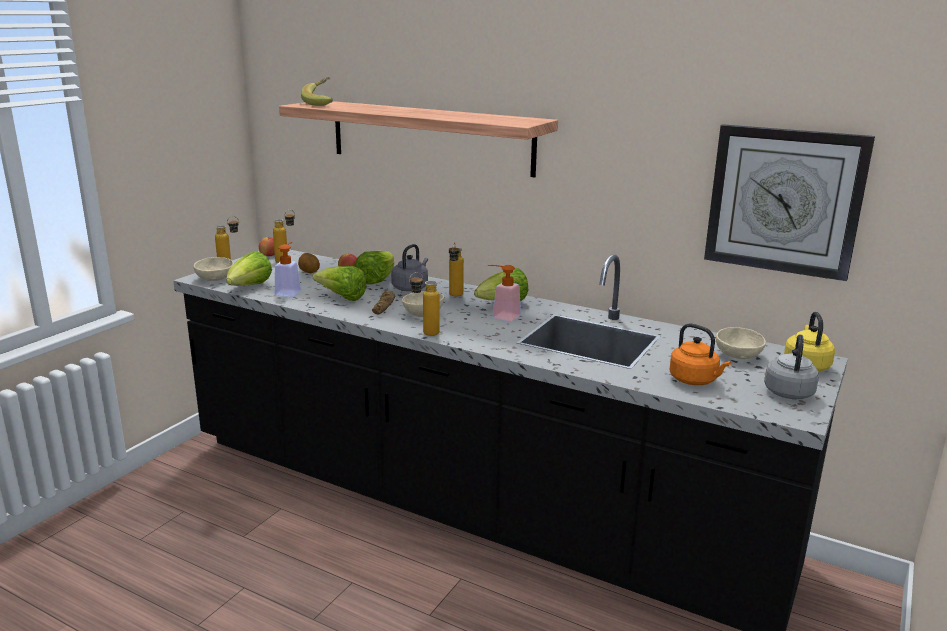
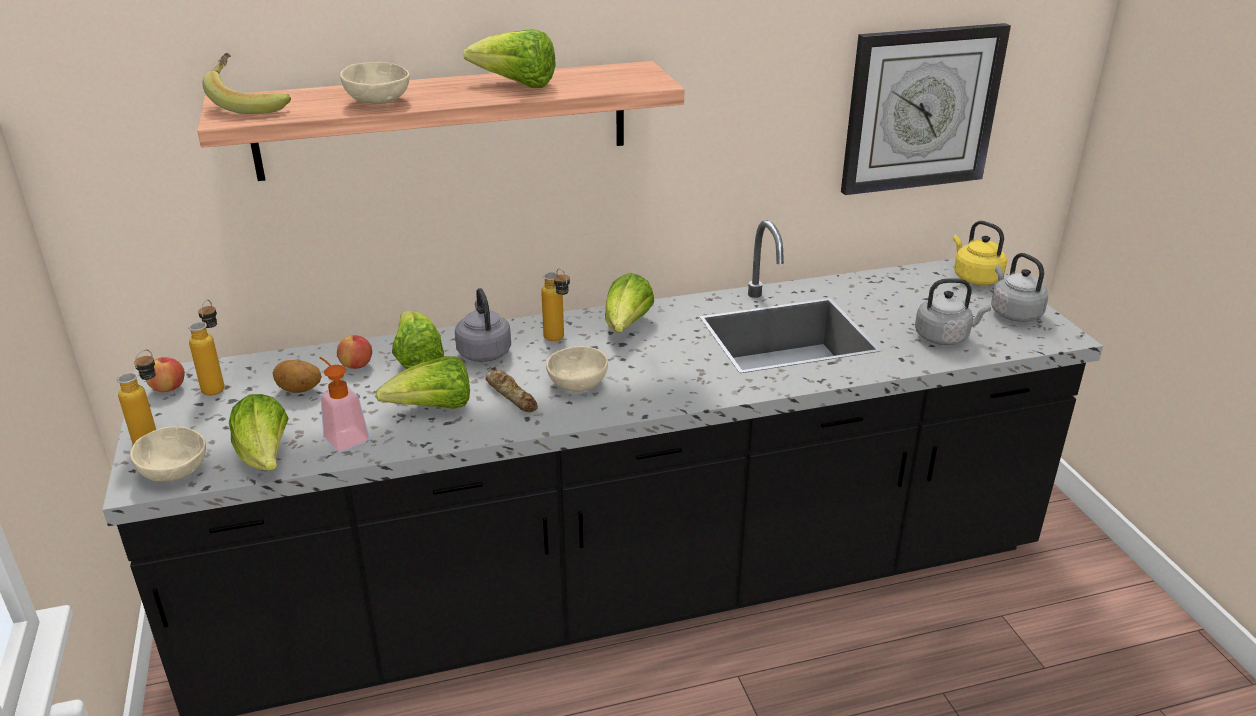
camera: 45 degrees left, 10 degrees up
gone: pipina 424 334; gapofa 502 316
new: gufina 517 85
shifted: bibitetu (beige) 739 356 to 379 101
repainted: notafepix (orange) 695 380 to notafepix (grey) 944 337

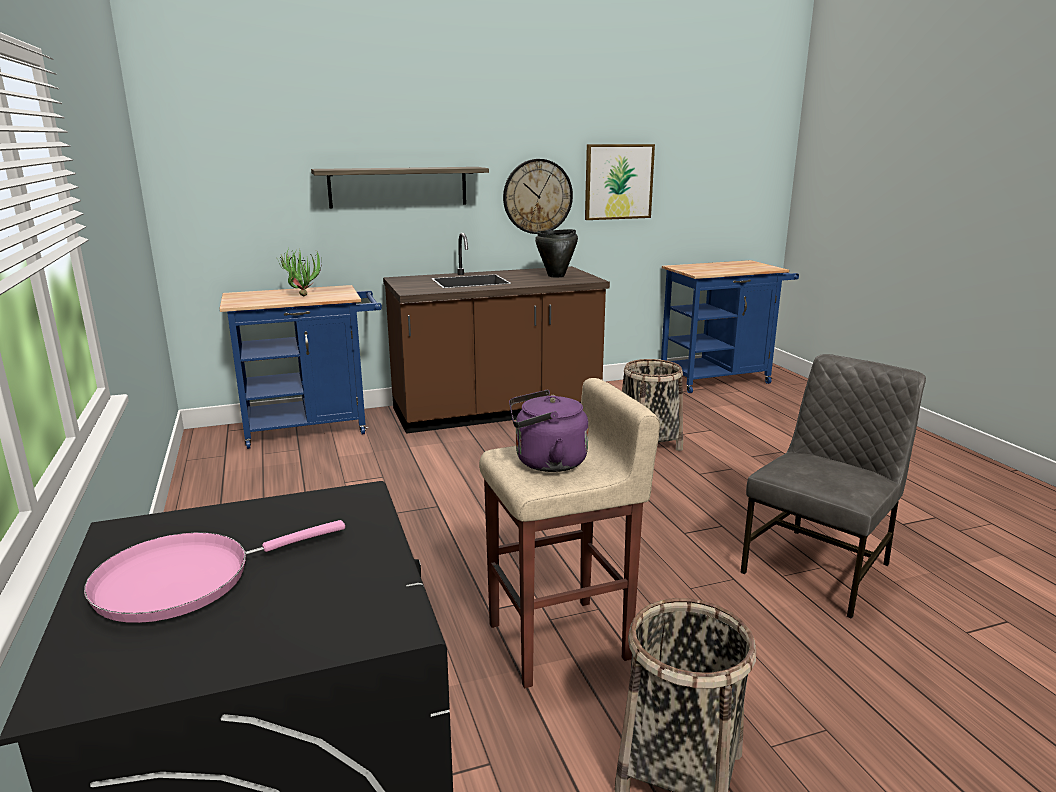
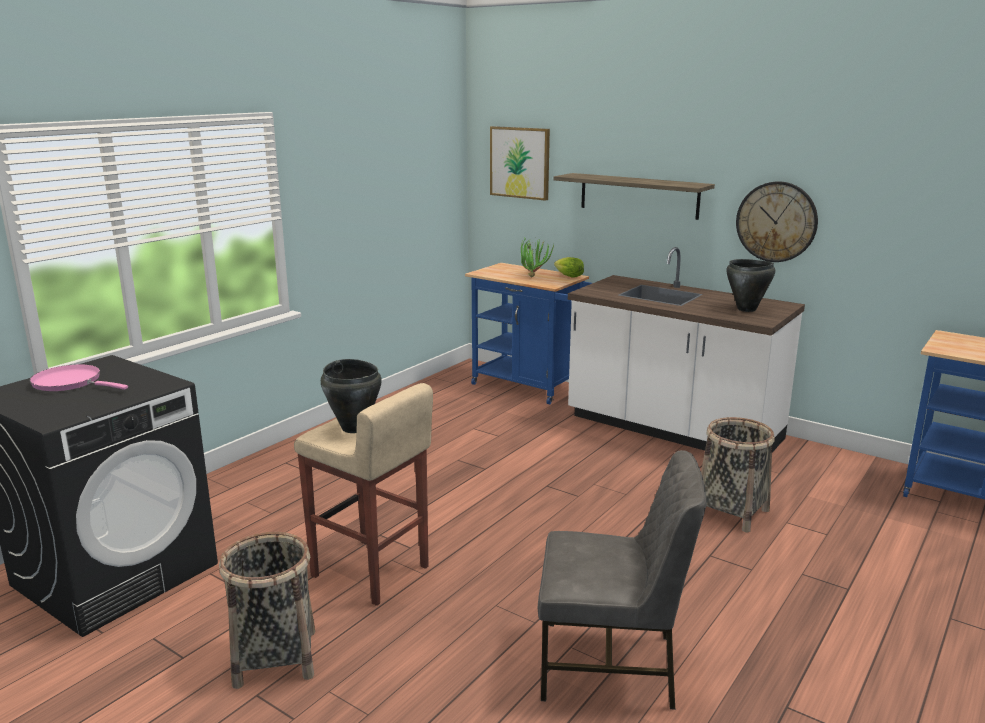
camera: 55 degrees right, 0 degrees up
new: gufina 569 276
shifted: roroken 618 182 to 520 162
swapped: notafepix (purple) 546 462 to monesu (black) 354 428
repainted: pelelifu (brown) 496 411 to pelelifu (white) 673 429

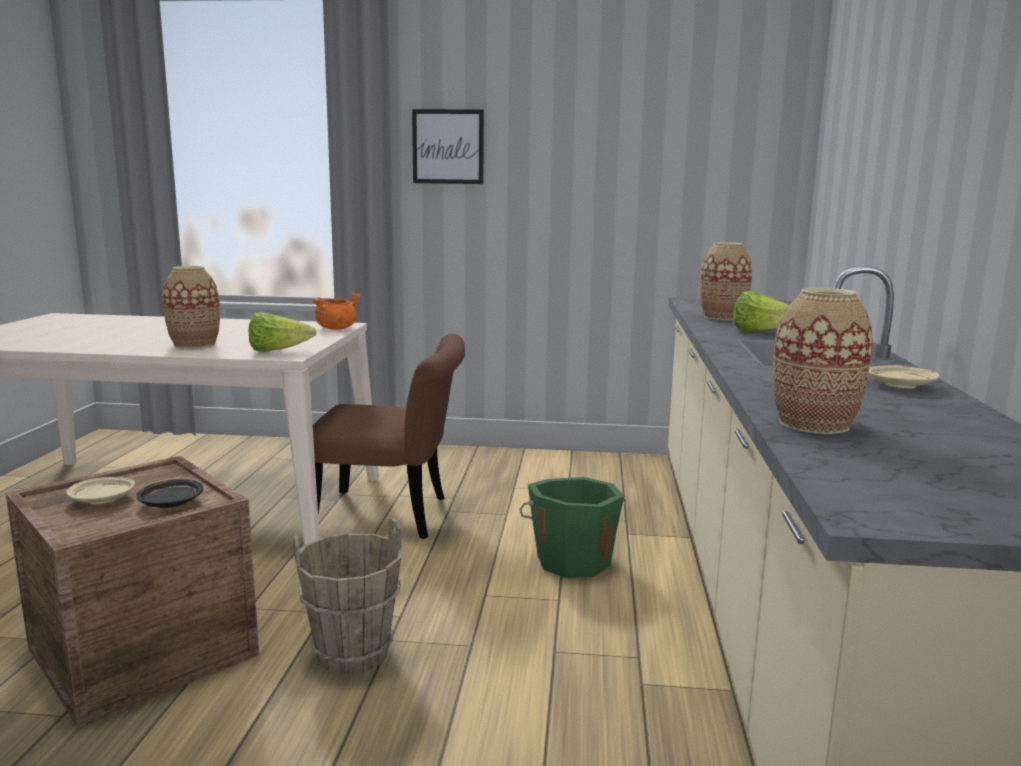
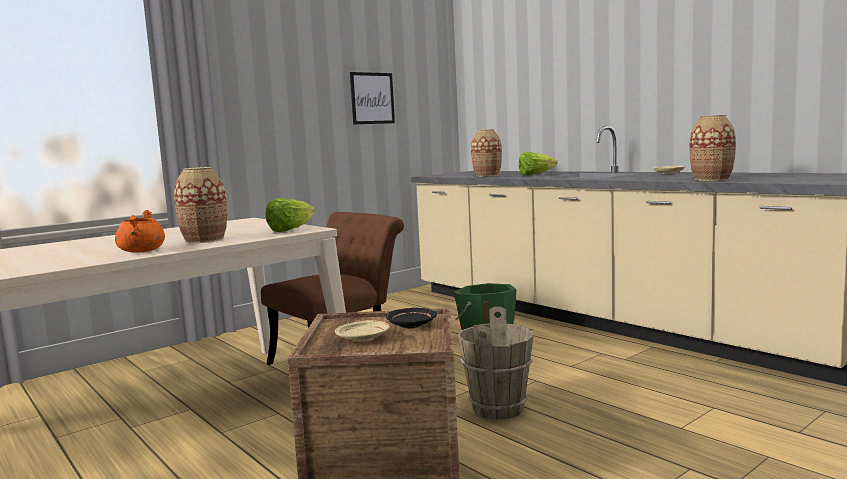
camera: 45 degrees left, 5 degrees down
shifted: monesu (orange) 336 328 to 141 251; roroken 448 147 to 372 98

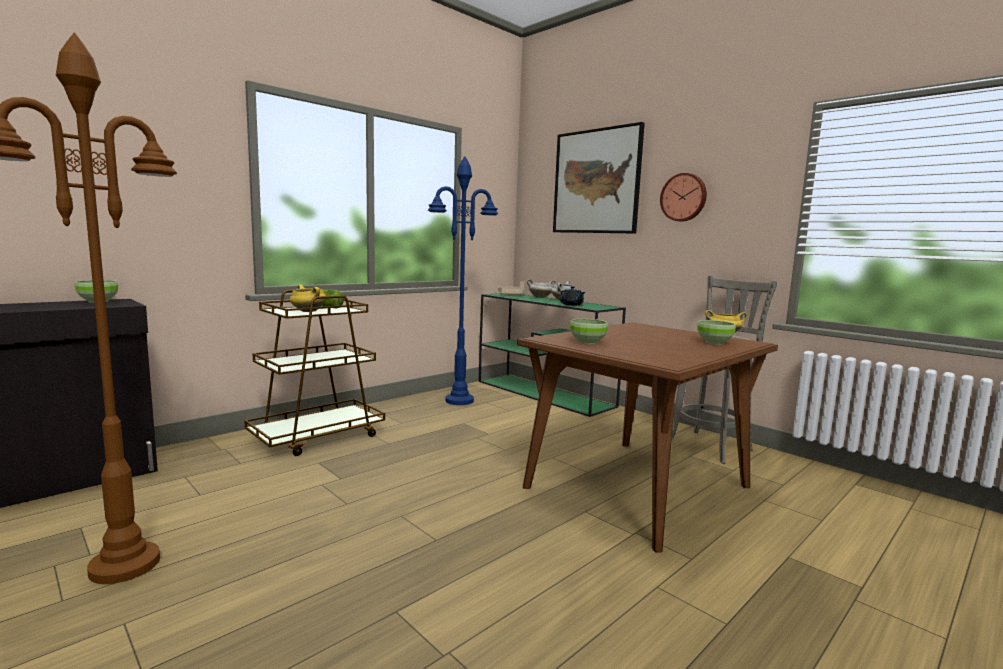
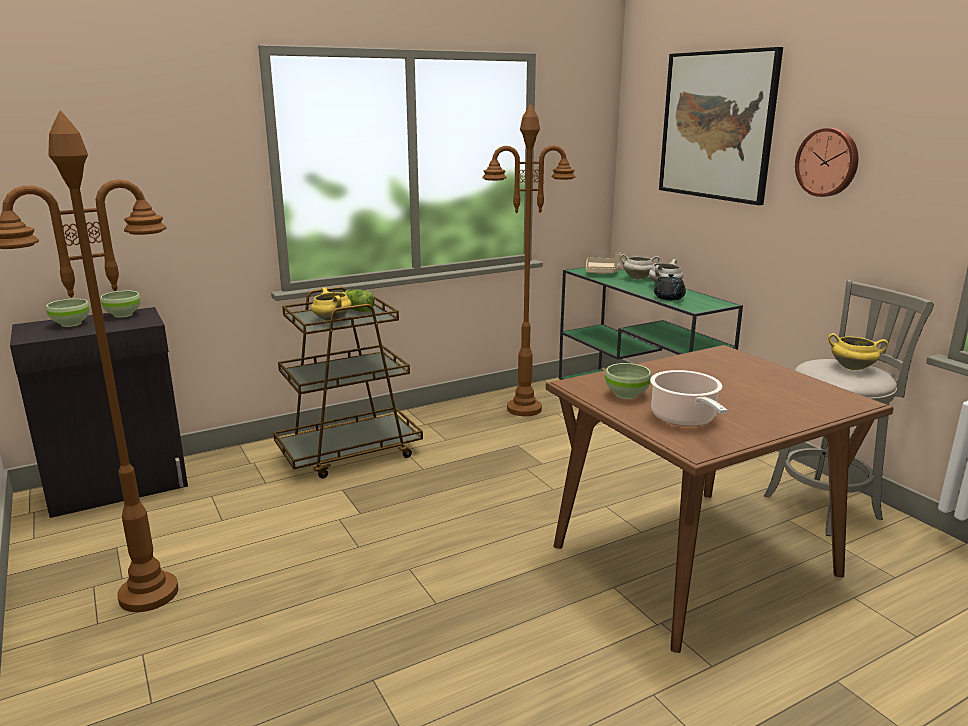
camera: 15 degrees right, 10 degrees up
new: monesu 684 419
shifted: bibitetu (green) 714 342 to 71 324
repainted: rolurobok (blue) 460 400 to rolurobok (brown) 524 409

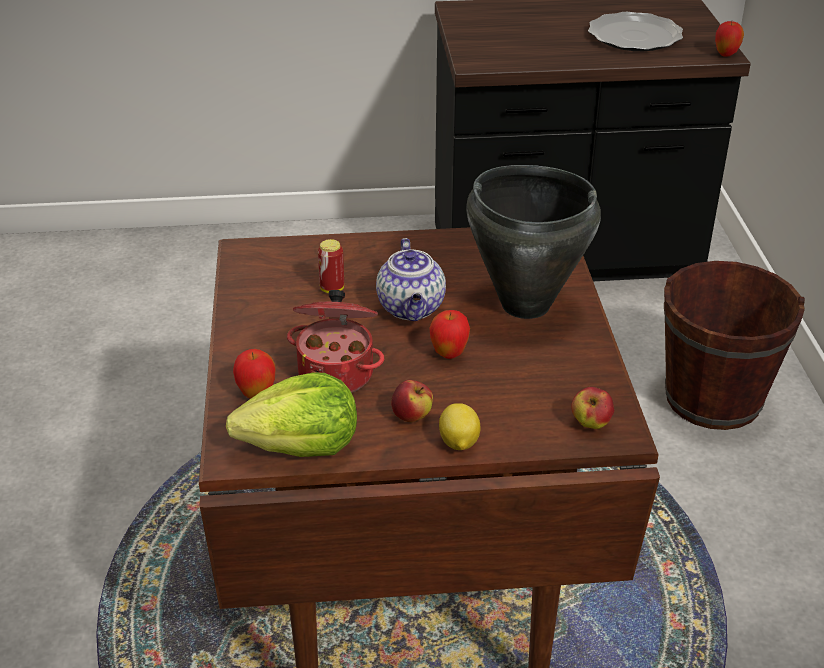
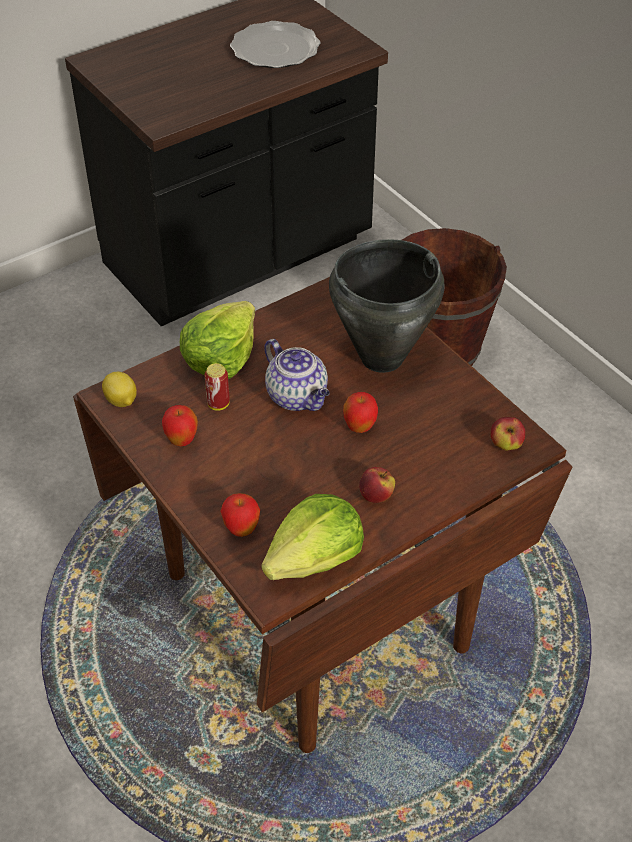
camera: 30 degrees left, 10 degrees up
gone: monesu 337 373
new: gufina 220 357
shifted: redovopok 458 443 to 121 401; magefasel 726 54 to 182 441

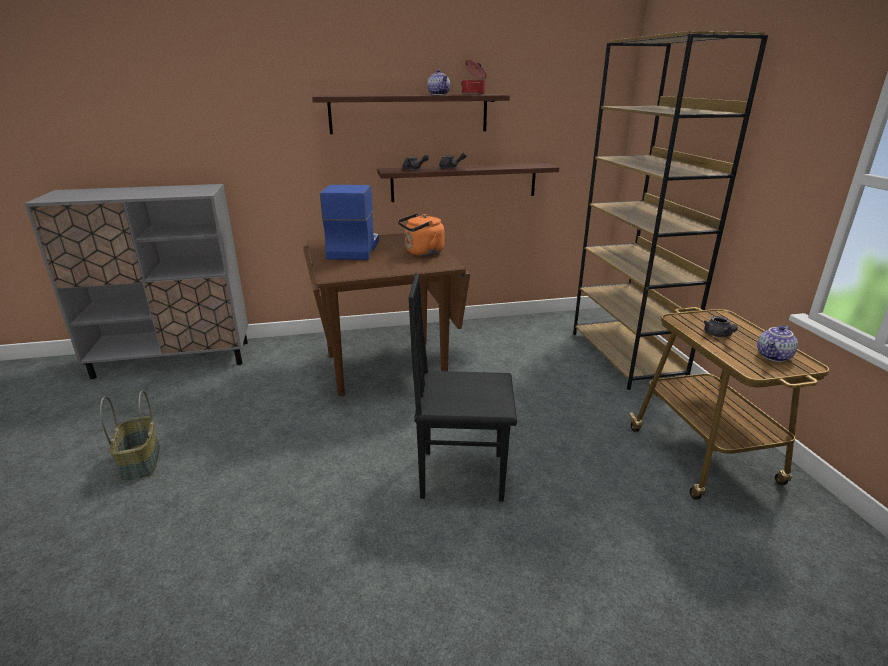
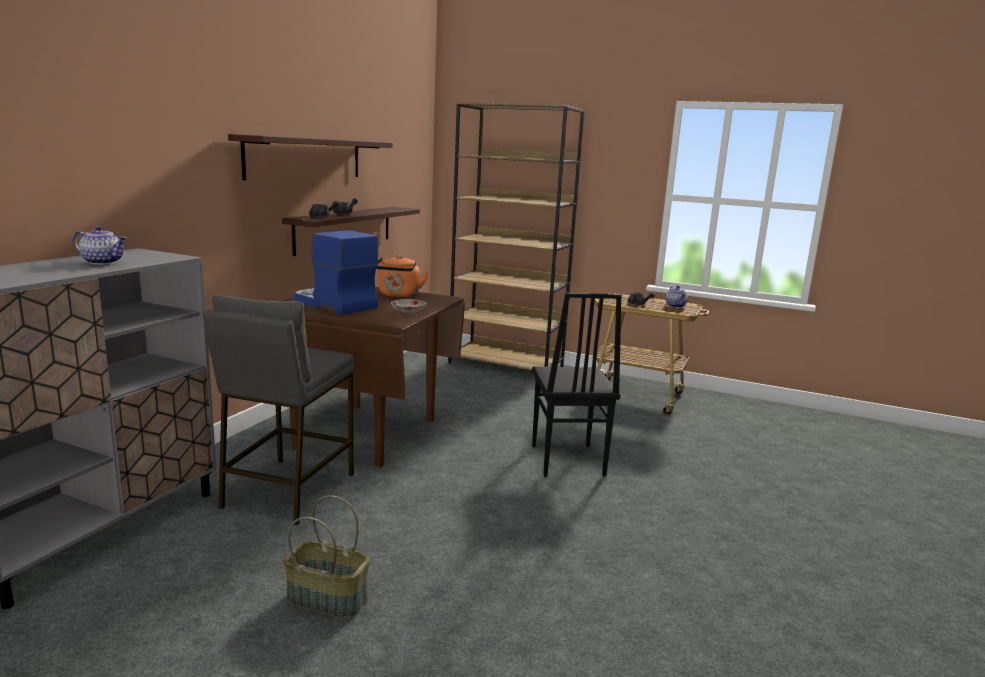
camera: 55 degrees left, 10 degrees down
gone: monesu 474 94
new: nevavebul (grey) 287 490; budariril 408 311
shifted: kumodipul 439 94 to 103 262
rotated: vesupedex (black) 461 474 = 566 460 45 degrees counterclockwise

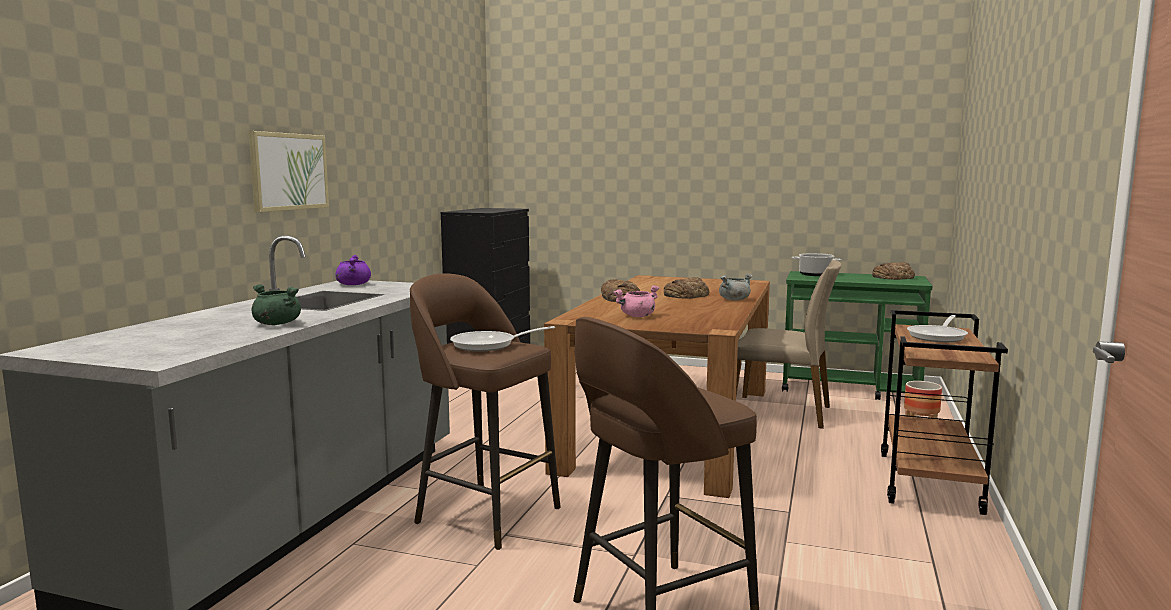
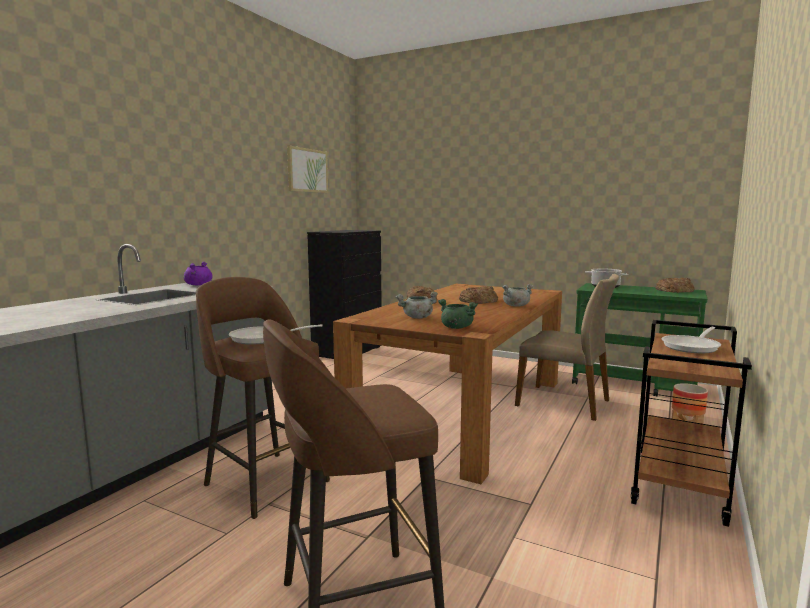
camera: 10 degrees right, 0 degrees up
shifted: roroken 289 171 to 307 170; monesu (green) 276 323 to 456 327
repainted: monesu (pink) 637 316 to monesu (grey) 417 317

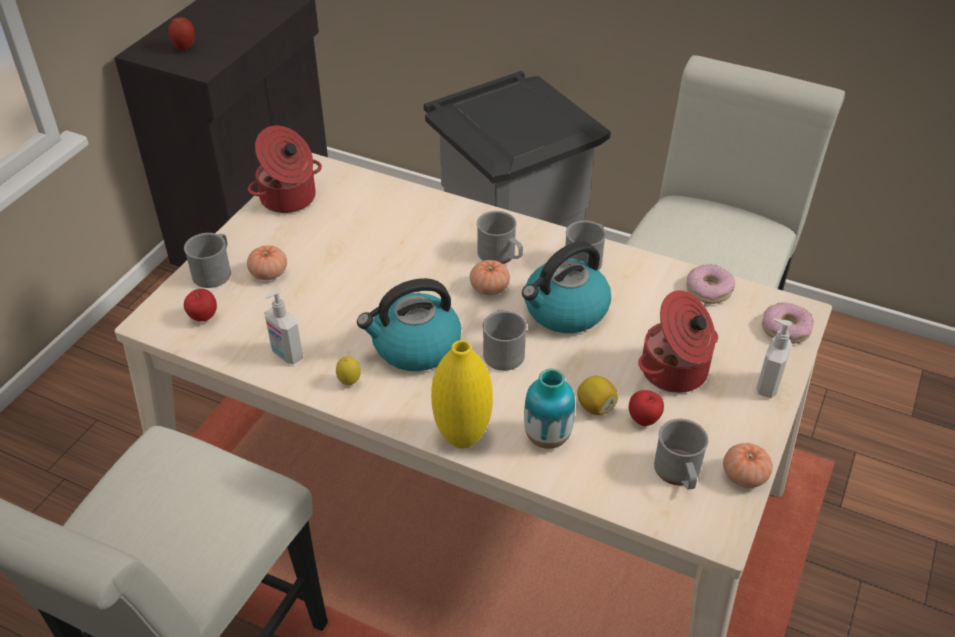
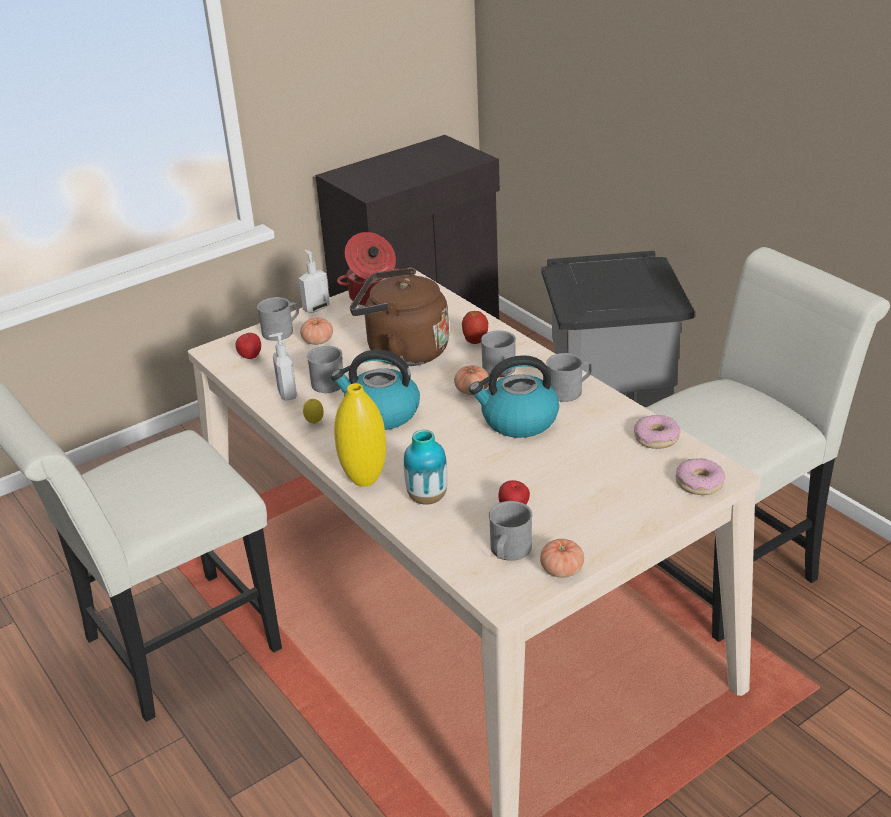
camera: 30 degrees right, 10 degrees down
gone: redovopok 595 407; monesu 675 372
new: notafepix (brown) 402 351
shifted: magefasel 185 48 to 475 342; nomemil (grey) 503 350 to 331 381; gapofa 767 385 to 316 308

